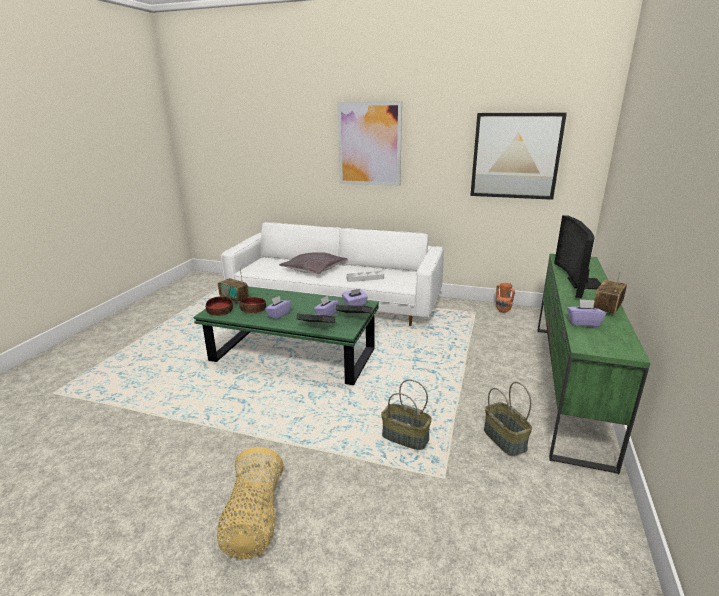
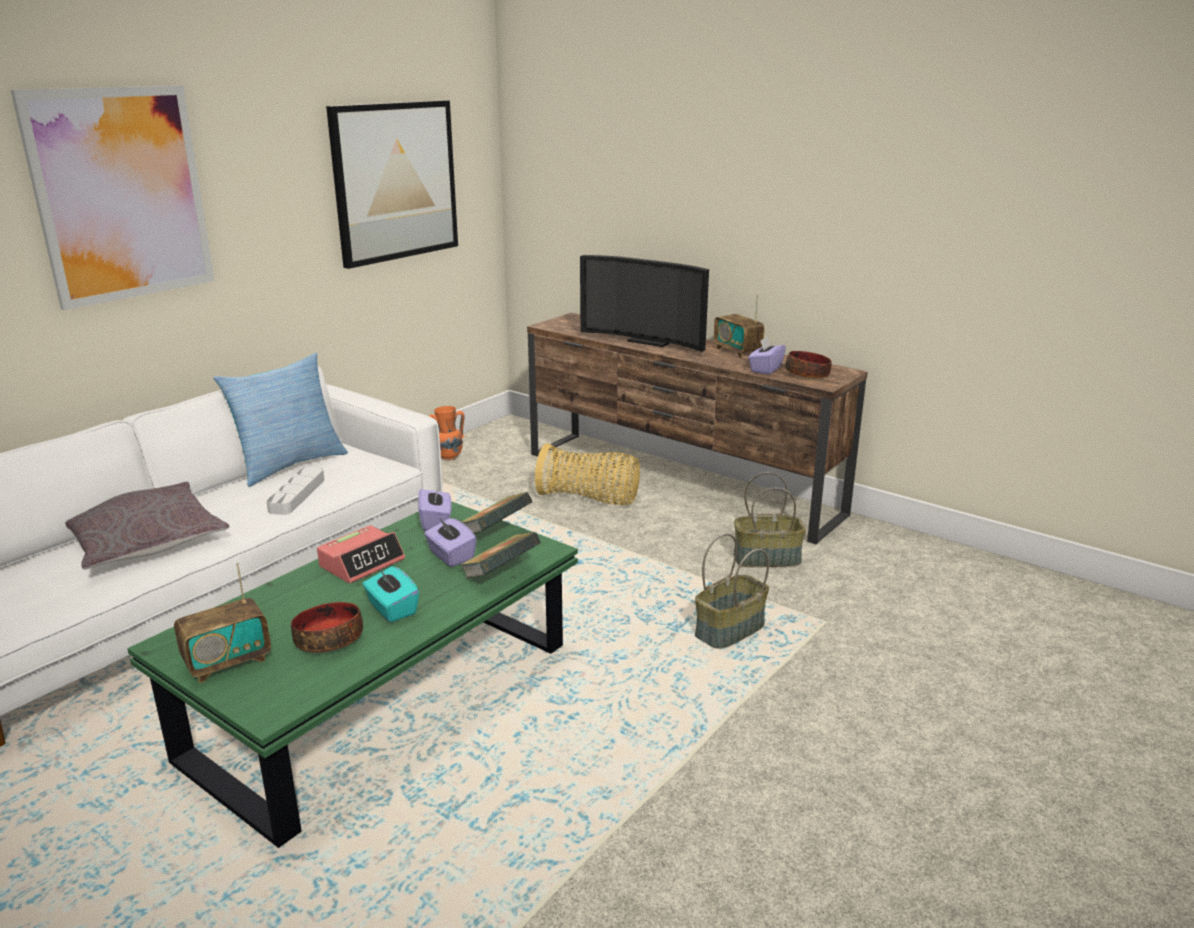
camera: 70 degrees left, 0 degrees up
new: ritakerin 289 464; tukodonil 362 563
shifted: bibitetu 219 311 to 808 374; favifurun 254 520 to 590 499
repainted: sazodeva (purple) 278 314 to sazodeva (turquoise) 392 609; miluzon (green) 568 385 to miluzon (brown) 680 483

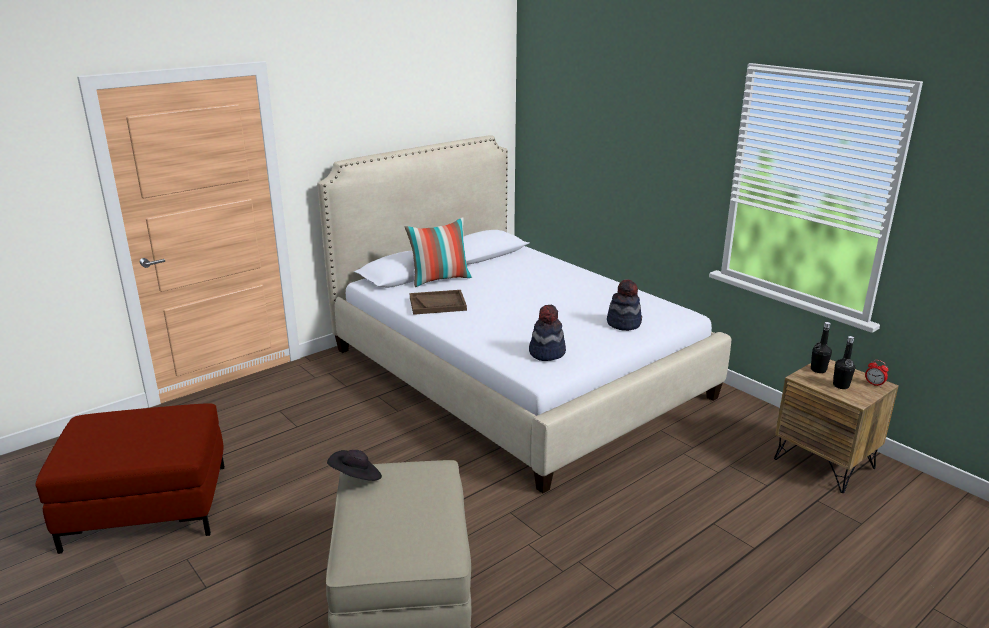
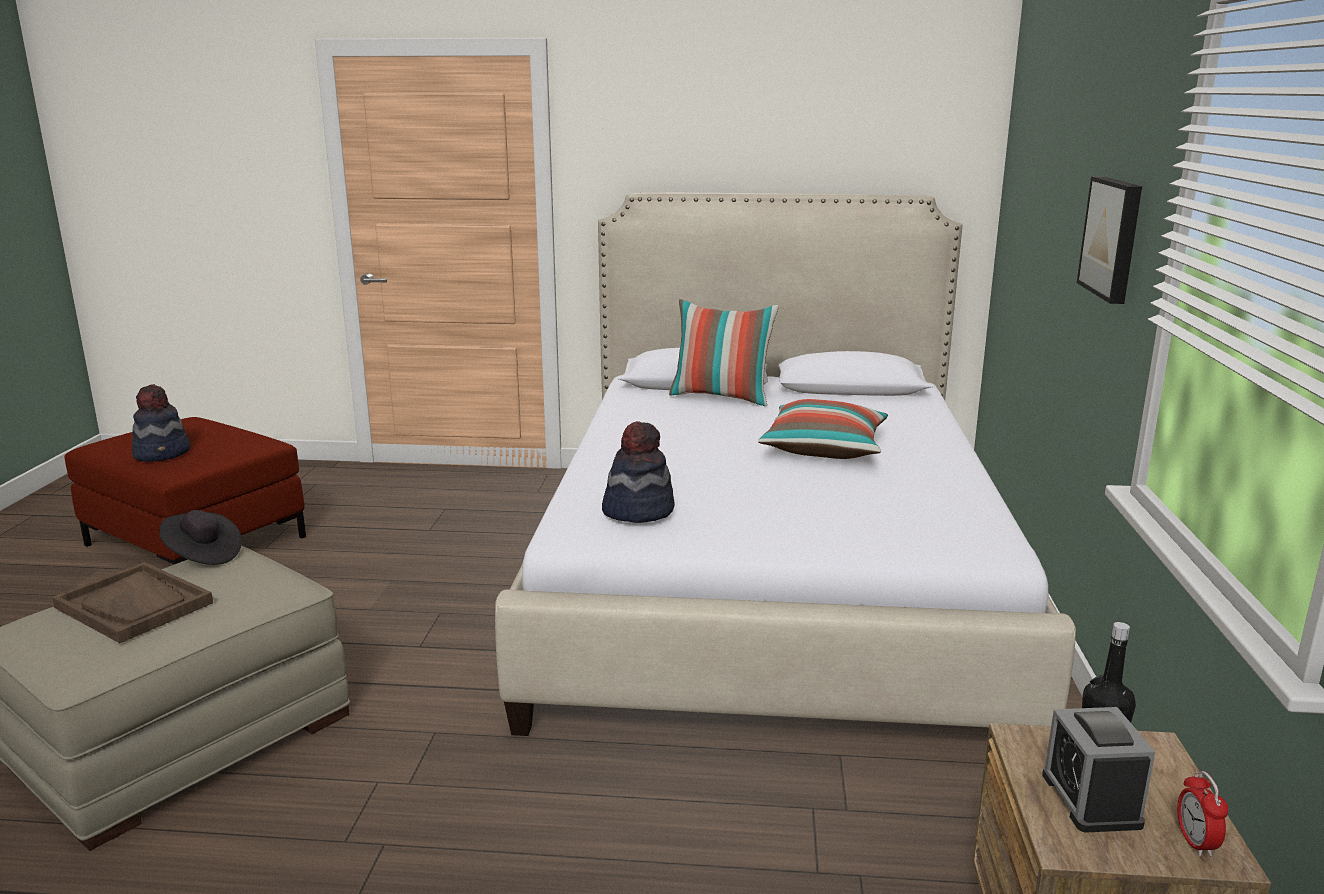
camera: 45 degrees right, 5 degrees down
new: ritakerin 824 448; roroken 1114 238
shifted: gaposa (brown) 437 304 to 134 605; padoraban 624 323 to 163 453
swapped: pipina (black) 841 385 to tukodonil 1091 799

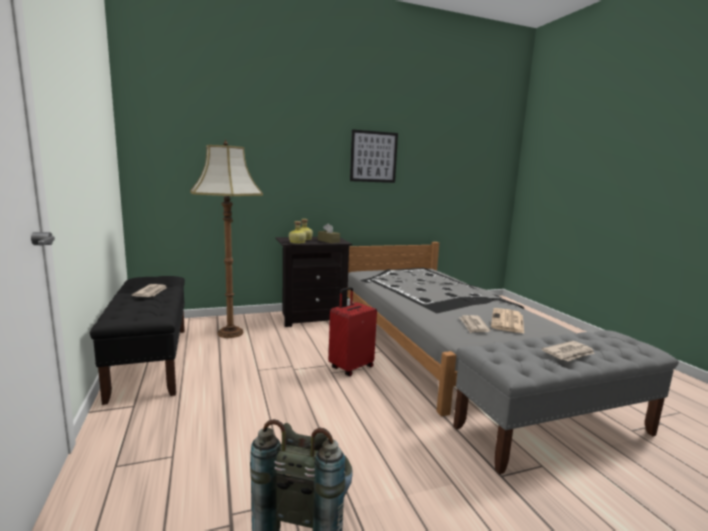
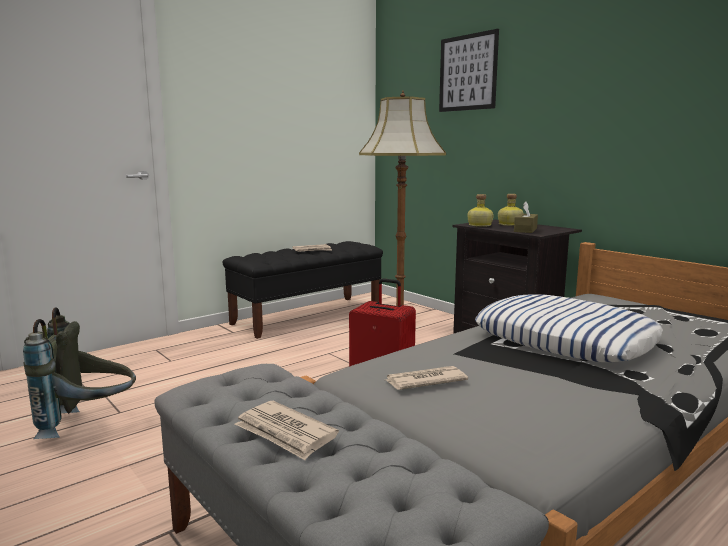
camera: 70 degrees right, 0 degrees up
gone: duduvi 508 321
new: ritakerin 565 339
shifted: roroken 373 157 to 467 72

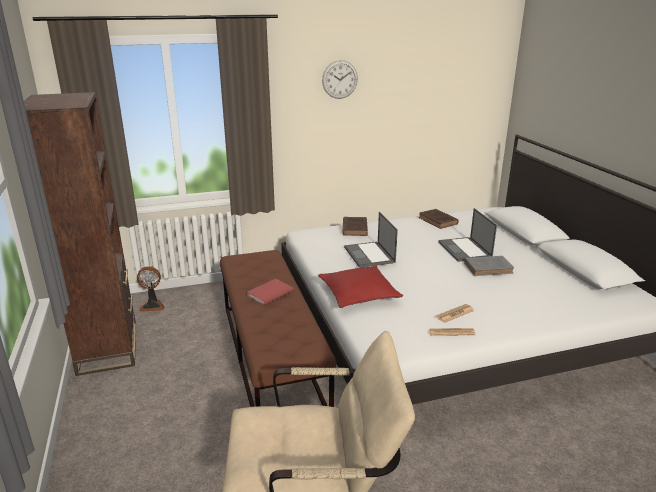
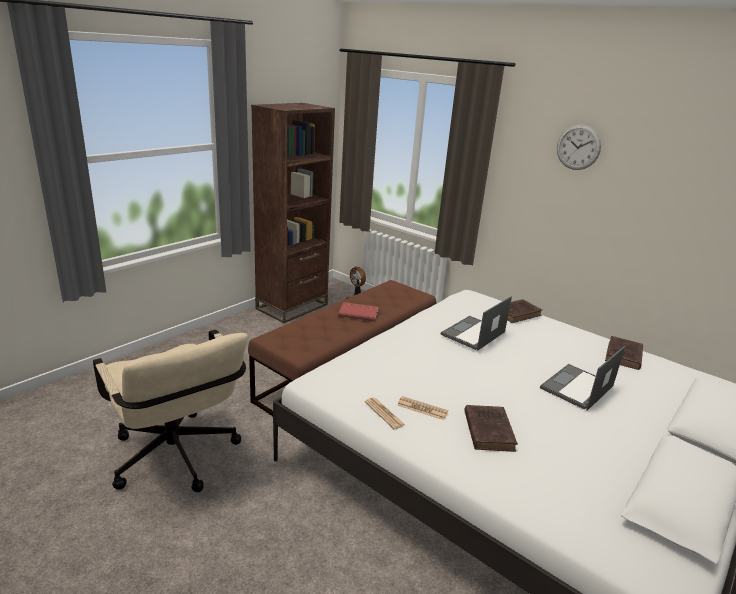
camera: 55 degrees right, 0 degrees up
gone: ritakerin (red) 359 294; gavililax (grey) 489 268
new: gavililax (brown) 488 430

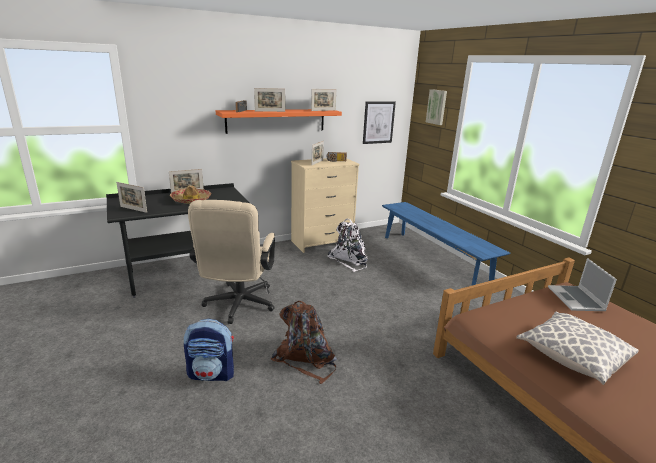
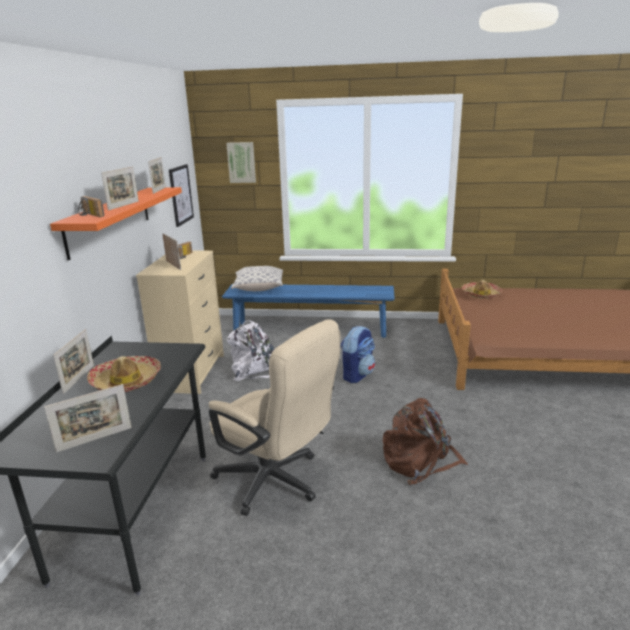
camera: 55 degrees left, 0 degrees up
shifted: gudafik 212 373 to 357 374; ritakerin 571 358 to 258 288
swapped: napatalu 576 299 to padoraban 481 294

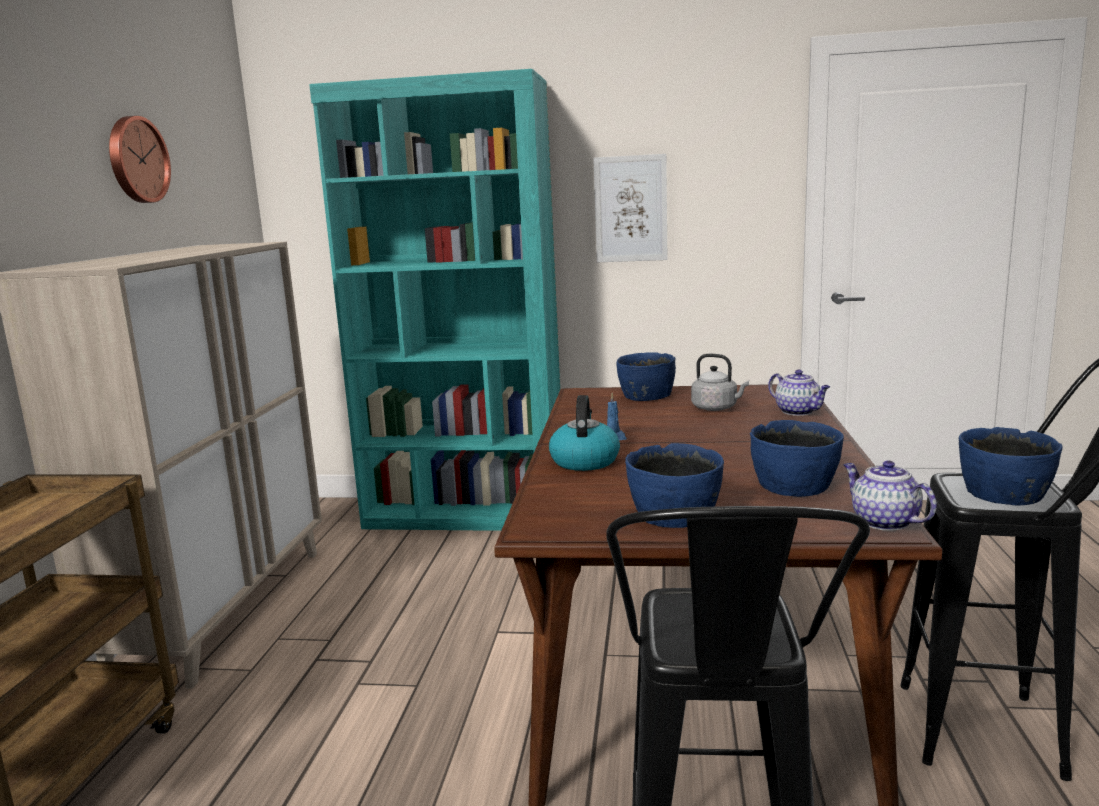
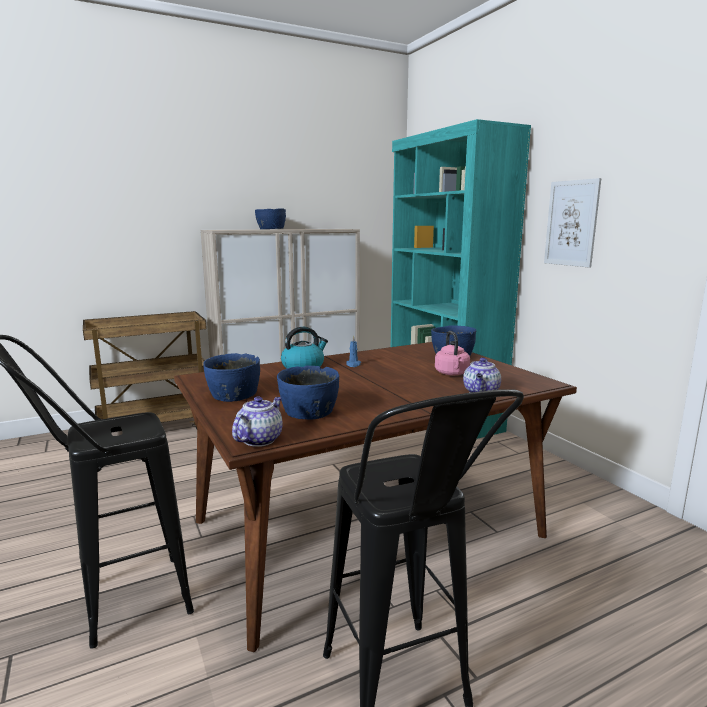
camera: 55 degrees right, 0 degrees up
gone: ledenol 136 160
shifted: bibitetu (blue) 1004 494 to 270 229
repainted: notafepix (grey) 717 408 to notafepix (pink) 452 373

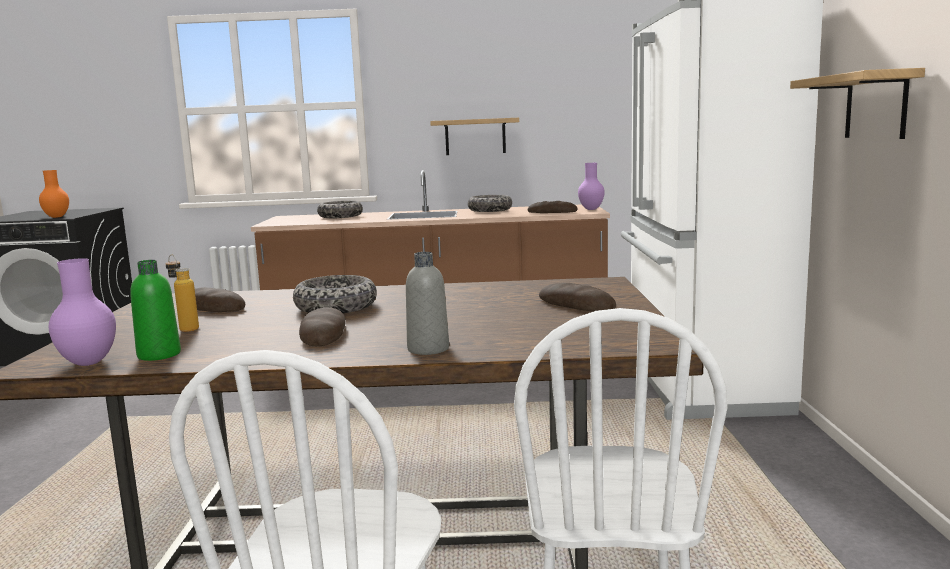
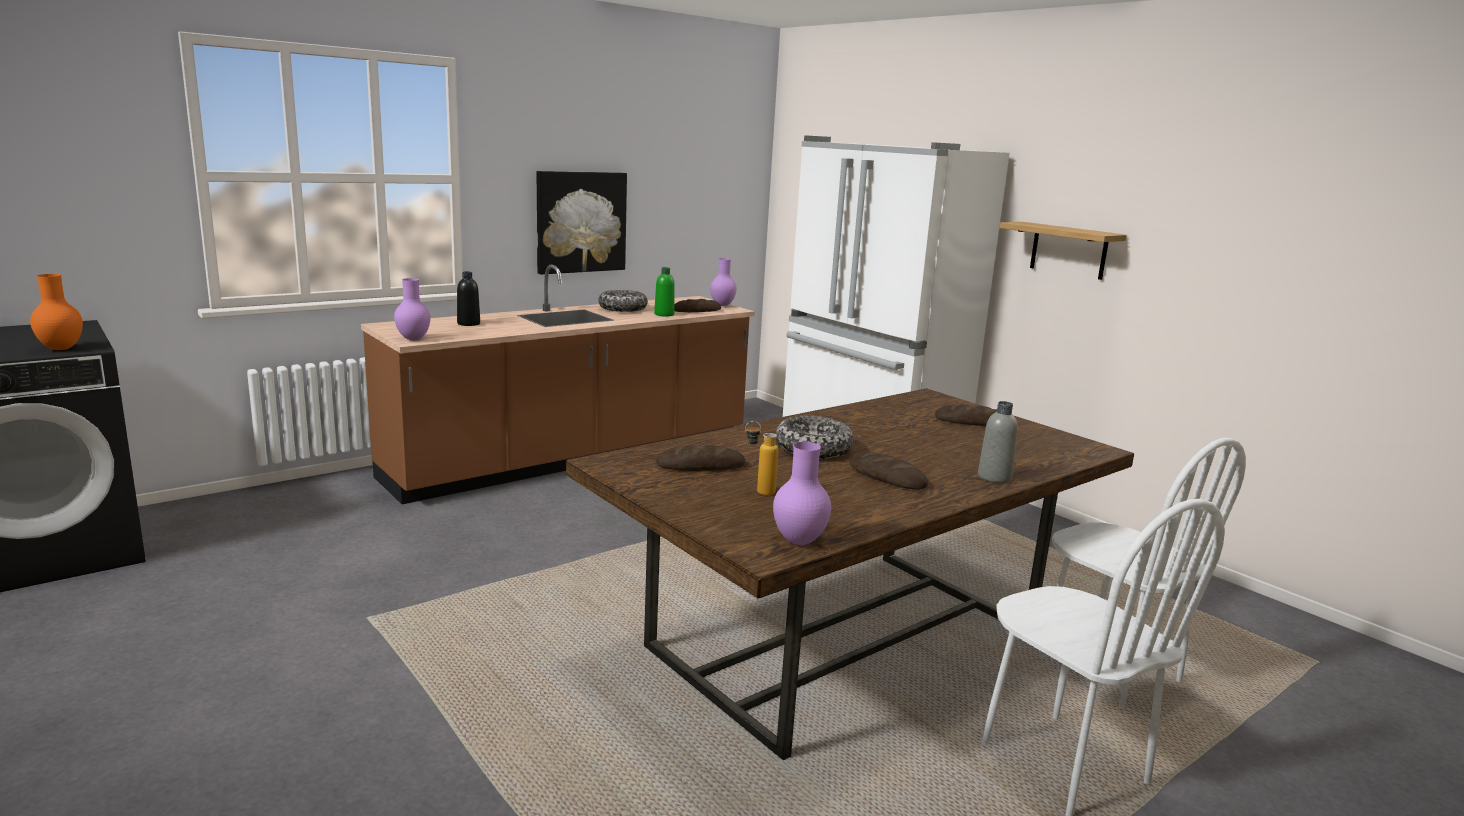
camera: 40 degrees left, 5 degrees up
new: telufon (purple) 412 339
shifted: pipina (green) 159 355 to 664 314
swapped: bibitetu 340 216 to pipina (black) 468 323; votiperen 475 136 to roroken 580 222

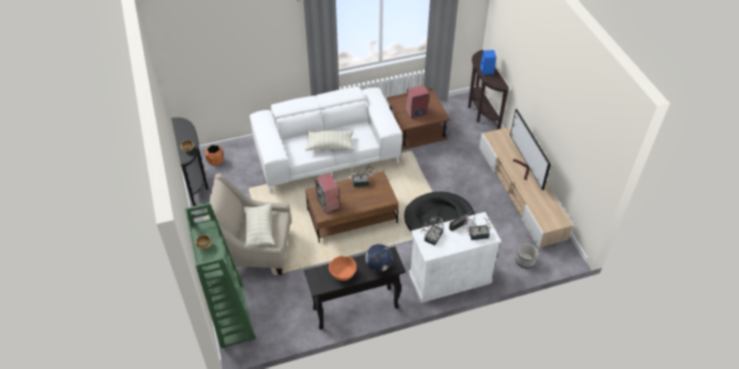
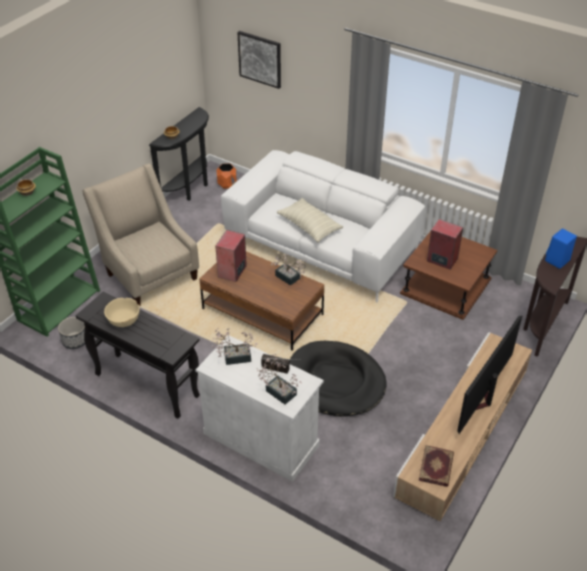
camera: 50 degrees right, 5 degrees down
gone: ritakerin 259 230; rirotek 379 265
new: roroken 260 59; gavililax 436 467
shifted: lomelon 525 261 to 75 341
repainted: bibitetu (orange) 343 274 to bibitetu (beige) 124 320

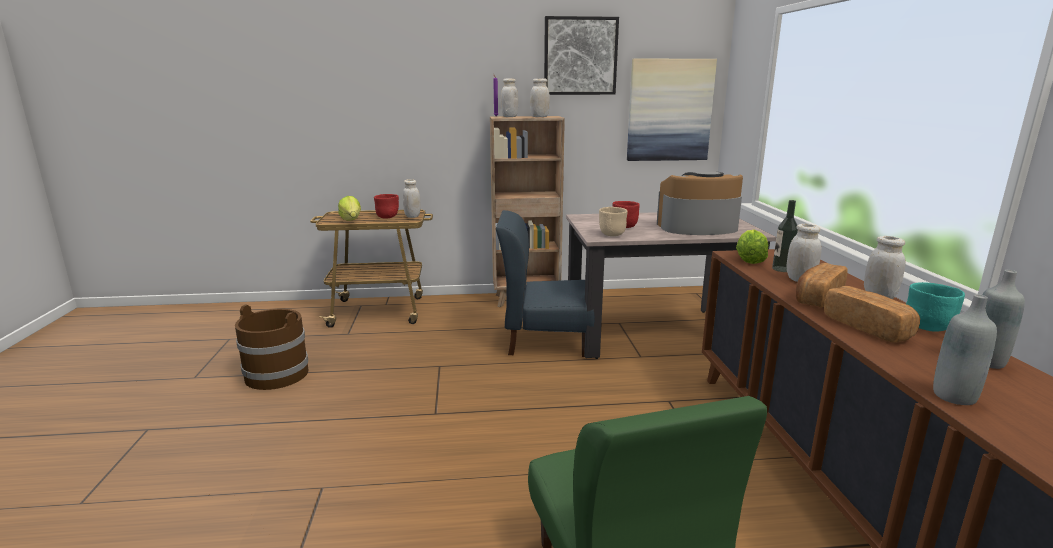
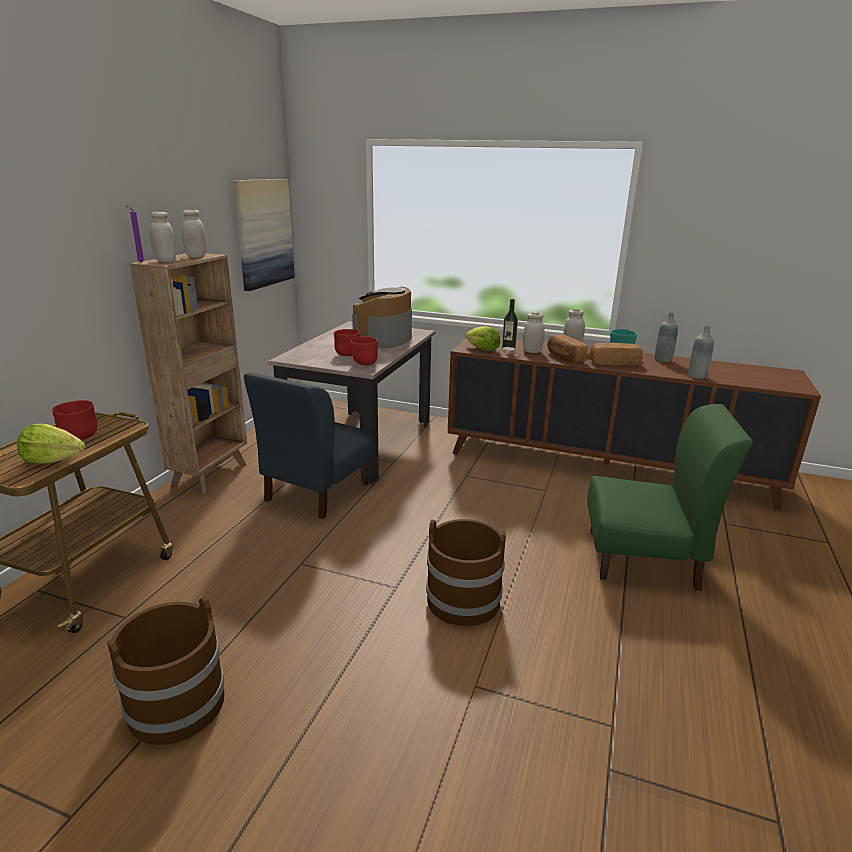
camera: 65 degrees left, 5 degrees up
gone: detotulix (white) 412 216; roroken 580 56
new: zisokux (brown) 464 600
repainted: bibitetu (beige) 611 234 to bibitetu (red) 364 363

